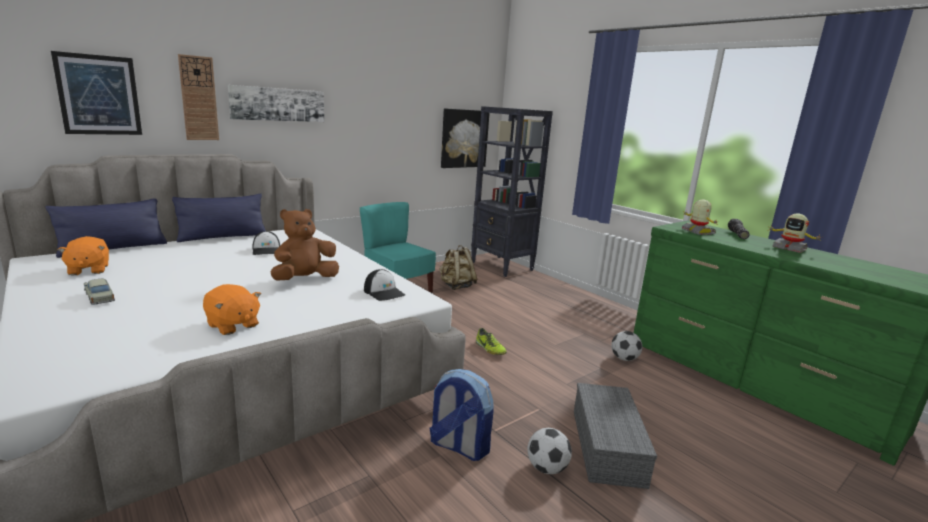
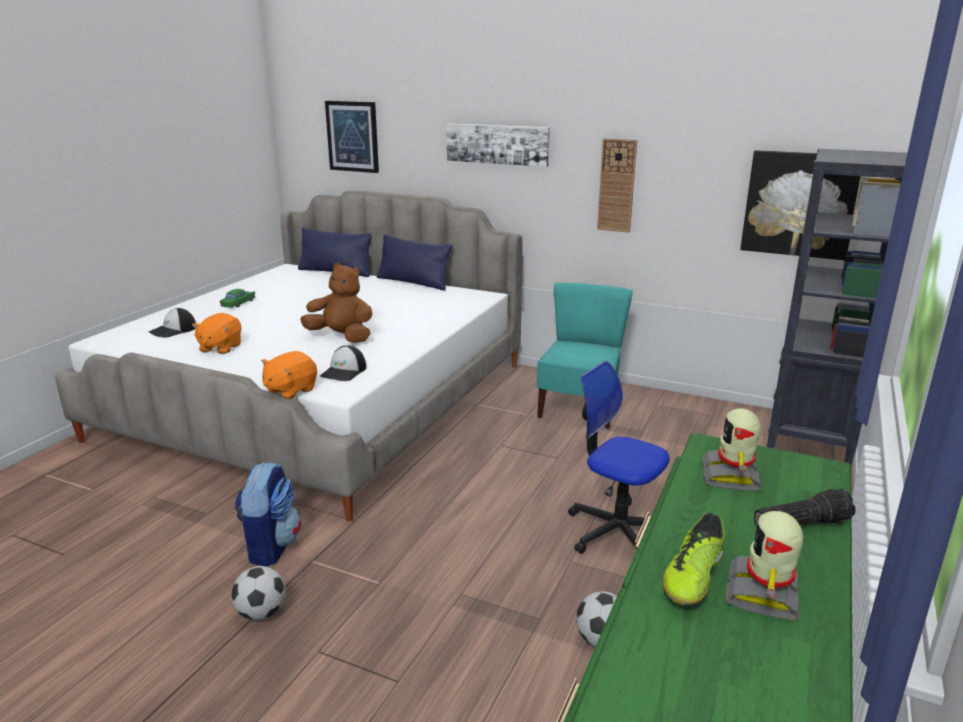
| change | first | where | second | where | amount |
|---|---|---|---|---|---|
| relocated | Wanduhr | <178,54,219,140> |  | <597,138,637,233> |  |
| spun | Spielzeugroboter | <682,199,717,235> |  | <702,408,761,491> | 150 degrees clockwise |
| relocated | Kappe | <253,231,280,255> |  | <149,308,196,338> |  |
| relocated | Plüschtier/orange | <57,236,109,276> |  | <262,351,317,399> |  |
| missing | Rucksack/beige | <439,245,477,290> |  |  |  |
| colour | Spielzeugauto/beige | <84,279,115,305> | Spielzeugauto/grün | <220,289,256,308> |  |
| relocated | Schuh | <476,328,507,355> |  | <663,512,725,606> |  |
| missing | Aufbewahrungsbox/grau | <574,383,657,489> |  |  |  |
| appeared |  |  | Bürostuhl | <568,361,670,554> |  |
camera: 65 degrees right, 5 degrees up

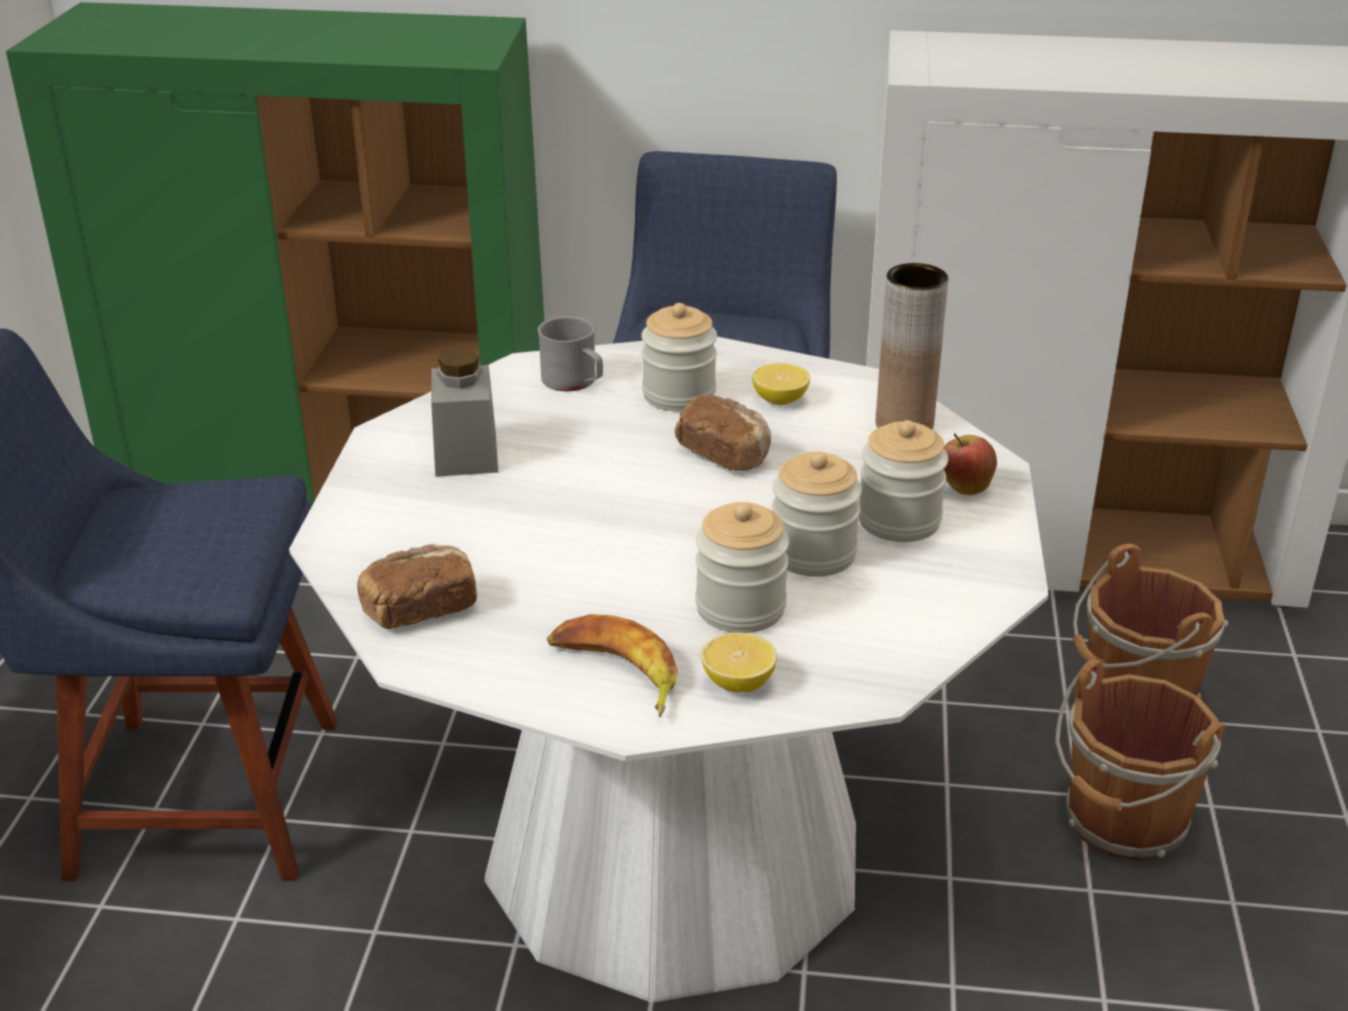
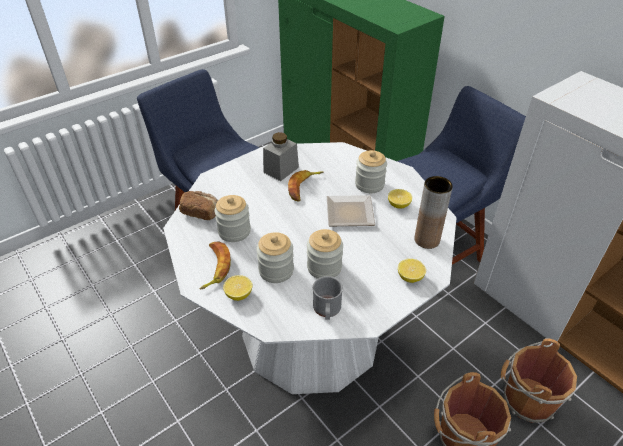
| change | first | where | second | where | amount |
|---|---|---|---|---|---|
| relocated | Henkelbecher/grau | <538,316,603,391> |  | <313,276,343,320> |  |
| exchanged | Brot | <675,395,771,471> | Teller | <327,195,375,226> |  |
| relocated | Vorratsglas | <859,420,949,542> |  | <214,195,251,242> |  |
| exchanged | Apfel | <944,433,997,495> | Zitrone | <398,259,426,283> |  |
| appeared |  |  | Banane | <288,170,323,202> |  |
camera: 45 degrees right, 10 degrees up

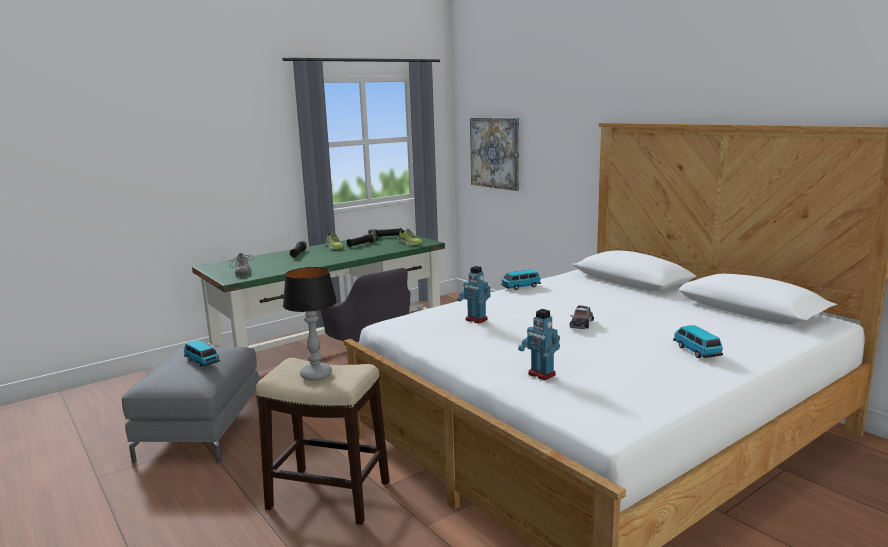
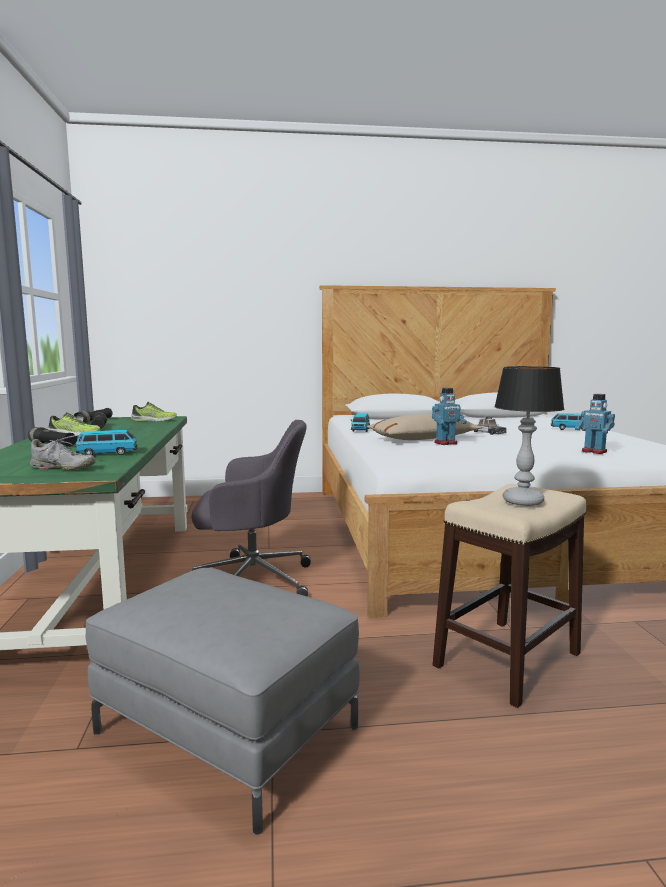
| change | first | where | second | where | amount |
|---|---|---|---|---|---|
| missing | Bild | <470,117,519,191> |  |  |  |
| spun | Spielzeugroboter | <518,309,560,380> |  | <575,394,615,454> | 60 degrees clockwise |
| relocated | Spielzeugauto | <184,340,220,367> |  | <76,430,137,455> |  |
| appeared |  |  | Kissen/beige | <367,414,482,440> |  |
camera: 60 degrees left, 5 degrees down

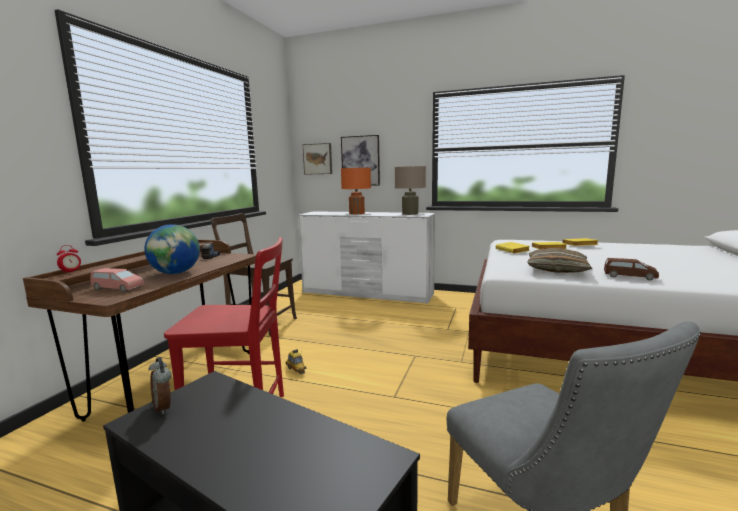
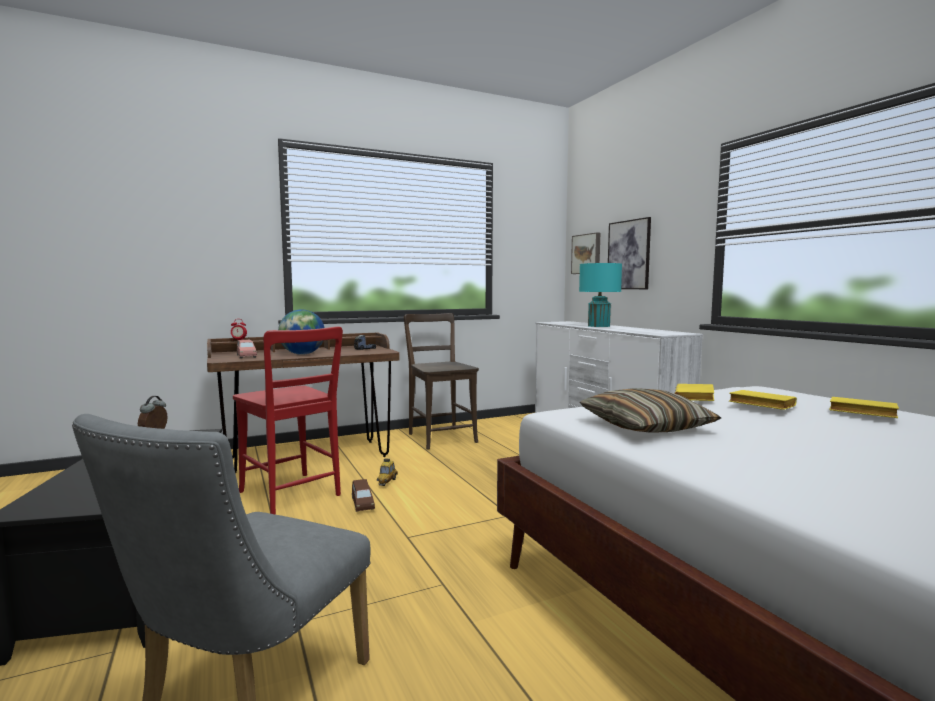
| change | first | where | second | where | amount |
|---|---|---|---|---|---|
| missing | Tischlampe/beige | <395,166,426,215> |  |  |  |
| colour | Tischlampe/orange | <341,168,371,214> | Tischlampe/türkis | <579,263,622,327> |  |
| relocated | Spielzeugauto/braun | <604,258,659,280> |  | <352,479,375,512> |  |
camera: 45 degrees right, 5 degrees down

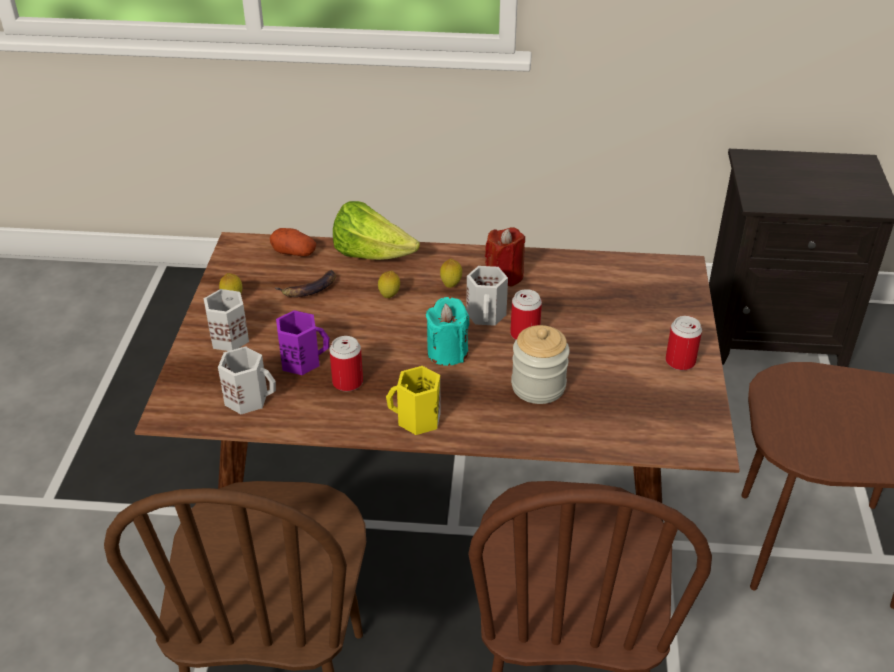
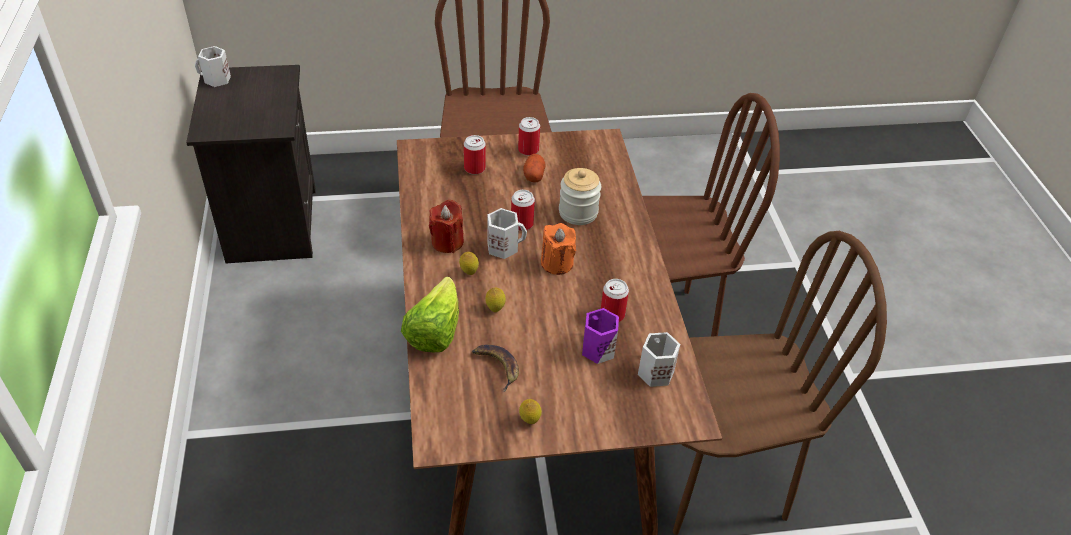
| change | first | where | second | where | amount |
|---|---|---|---|---|---|
| relocated | Kartoffel | <270,228,316,256> |  | <523,154,545,182> |  |
| relocated | Henkelbecher/weiß | <203,289,249,351> |  | <195,46,231,87> |  |
| colour | Kerze/türkis | <426,297,469,366> | Kerze/orange | <541,223,576,275> |  |
| missing | Henkelbecher/gelb | <386,366,441,435> |  |  |  |
| appeared |  |  | Dose | <464,135,486,175> |  |
camera: 105 degrees left, 5 degrees up

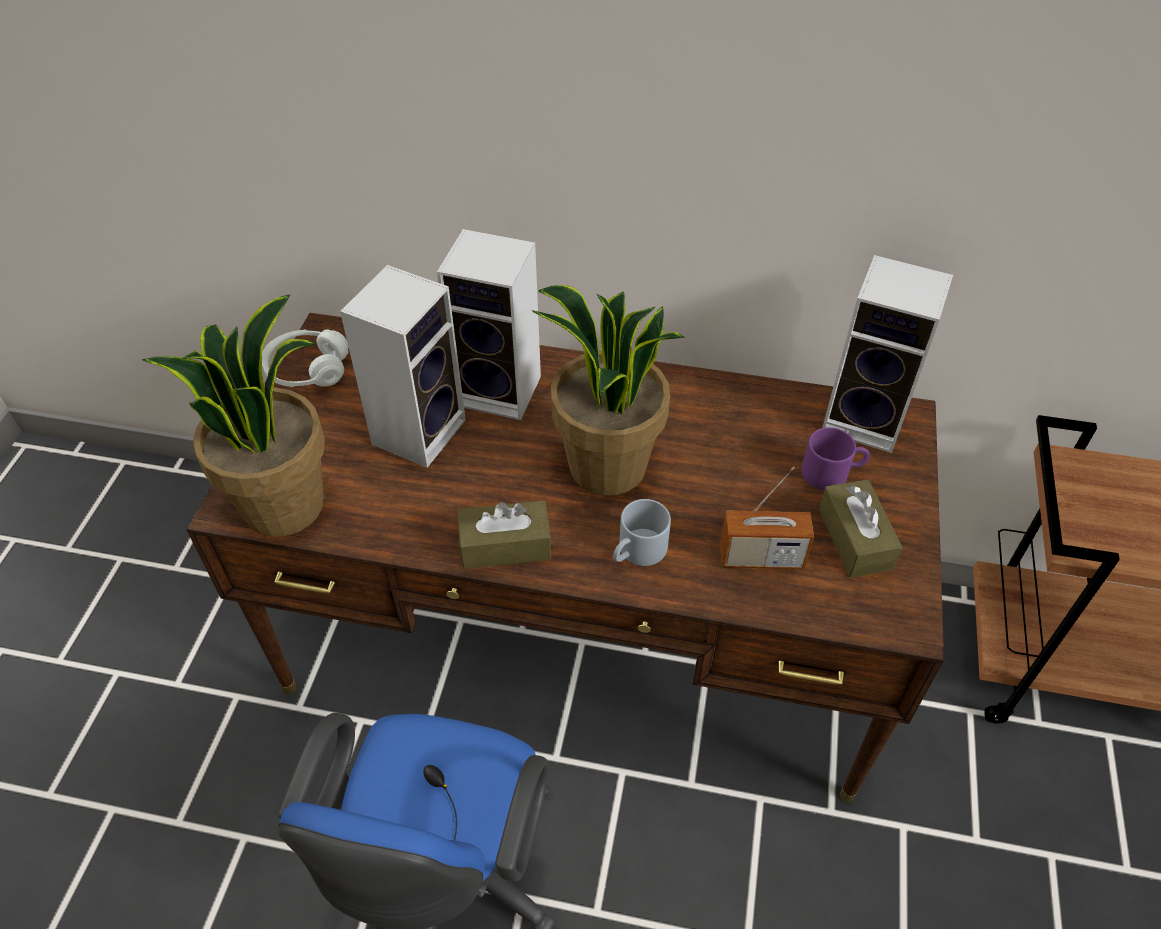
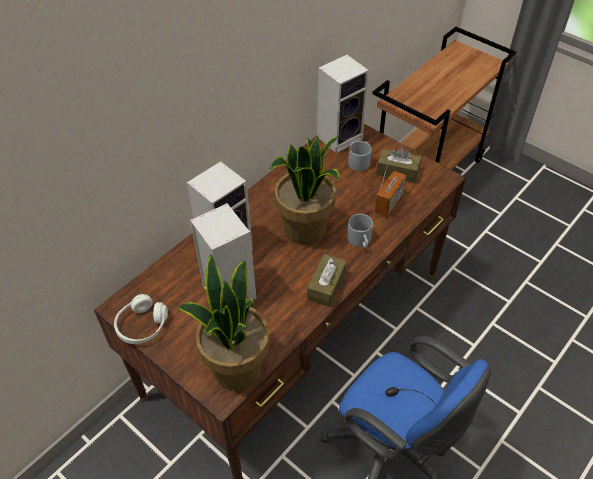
| change | first | where | second | where | amount |
|---|---|---|---|---|---|
| colour | Henkelbecher/lila | <801,427,870,490> | Henkelbecher/grau | <348,141,372,171> |  |
camera: 60 degrees left, 0 degrees up

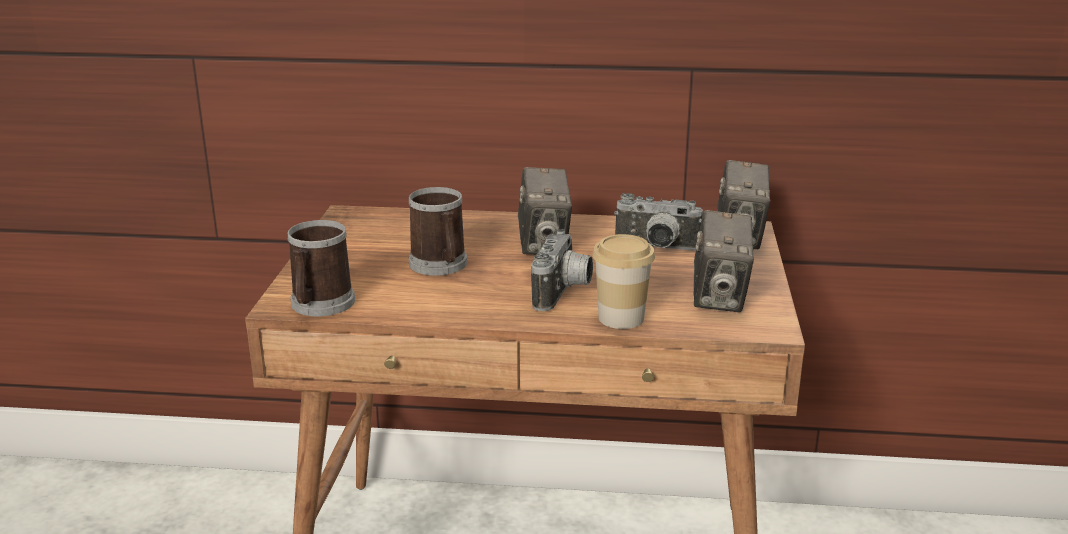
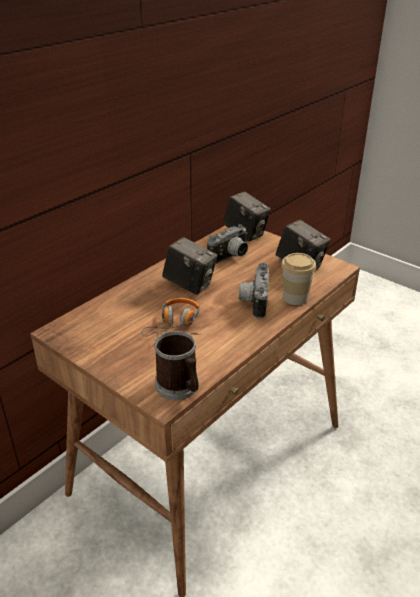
| change | first | where | second | where | amount |
|---|---|---|---|---|---|
| exchanged | Henkelbecher | <409,187,467,276> | Kopfhörer | <141,298,201,338> |  |
| spun | Kamera | <531,229,593,311> |  | <238,263,269,318> | 135 degrees counterclockwise |
camera: 55 degrees left, 10 degrees up

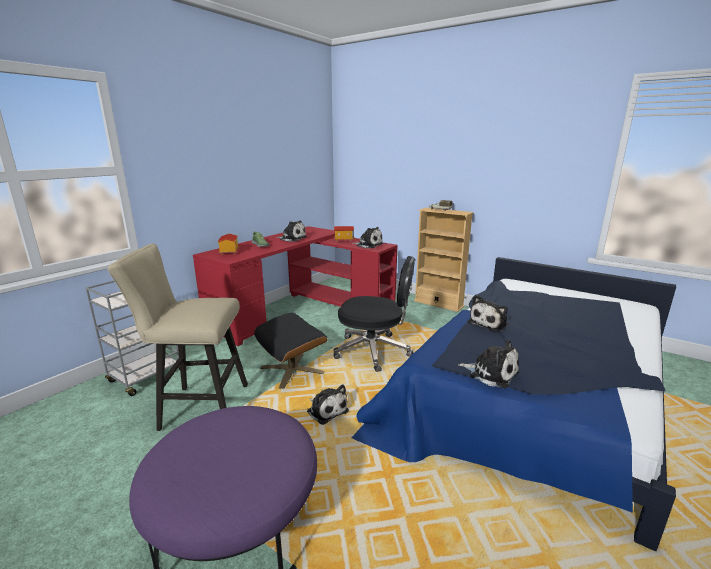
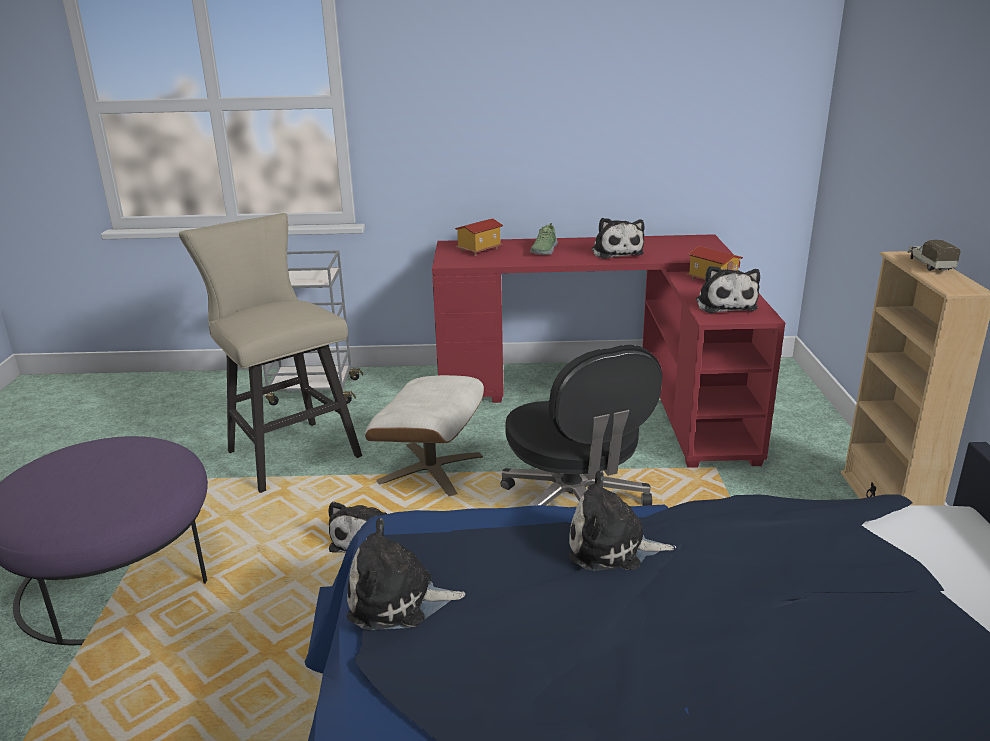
| change | first | where | second | where | amount |
|---|---|---|---|---|---|
| colour | Polsterhocker/schwarz | <254,313,327,389> | Polsterhocker/beige | <365,375,484,496> |  |
| spun | Plüschtier | <458,340,519,388> |  | <347,518,465,630> | 90 degrees clockwise |
camera: 55 degrees right, 5 degrees up

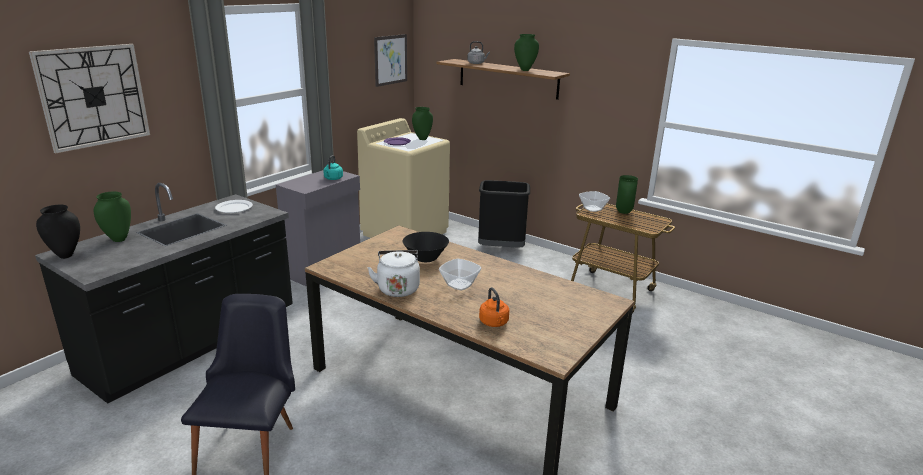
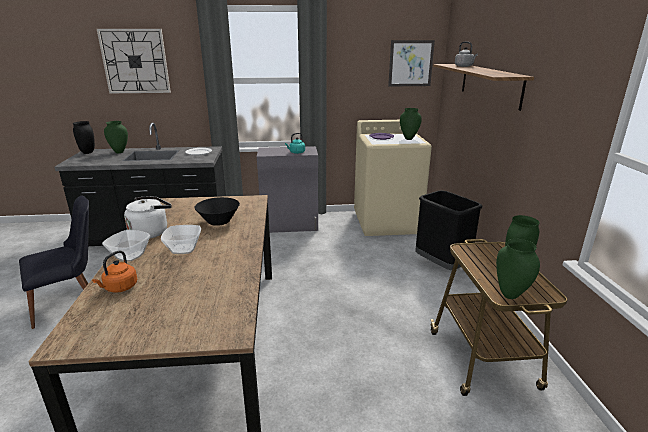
| change | first | where | second | where | amount |
|---|---|---|---|---|---|
| relocated | Vase/grün | <514,34,539,71> |  | <496,239,540,299> |  |
| relocated | Schüssel | <579,191,610,212> |  | <102,230,150,262> |  |
camera: 50 degrees right, 0 degrees up

